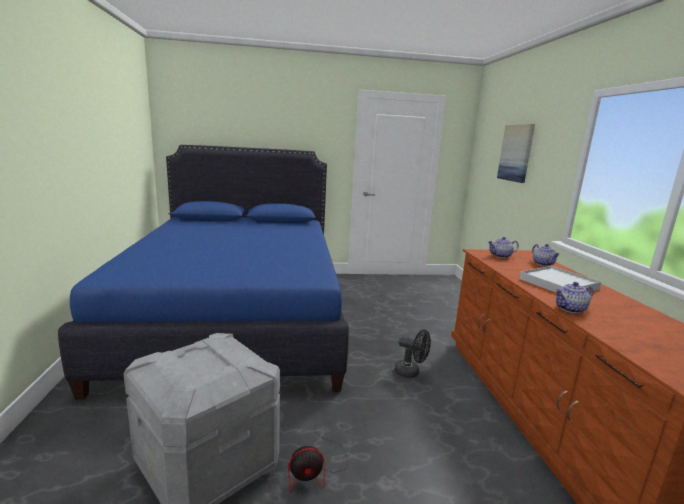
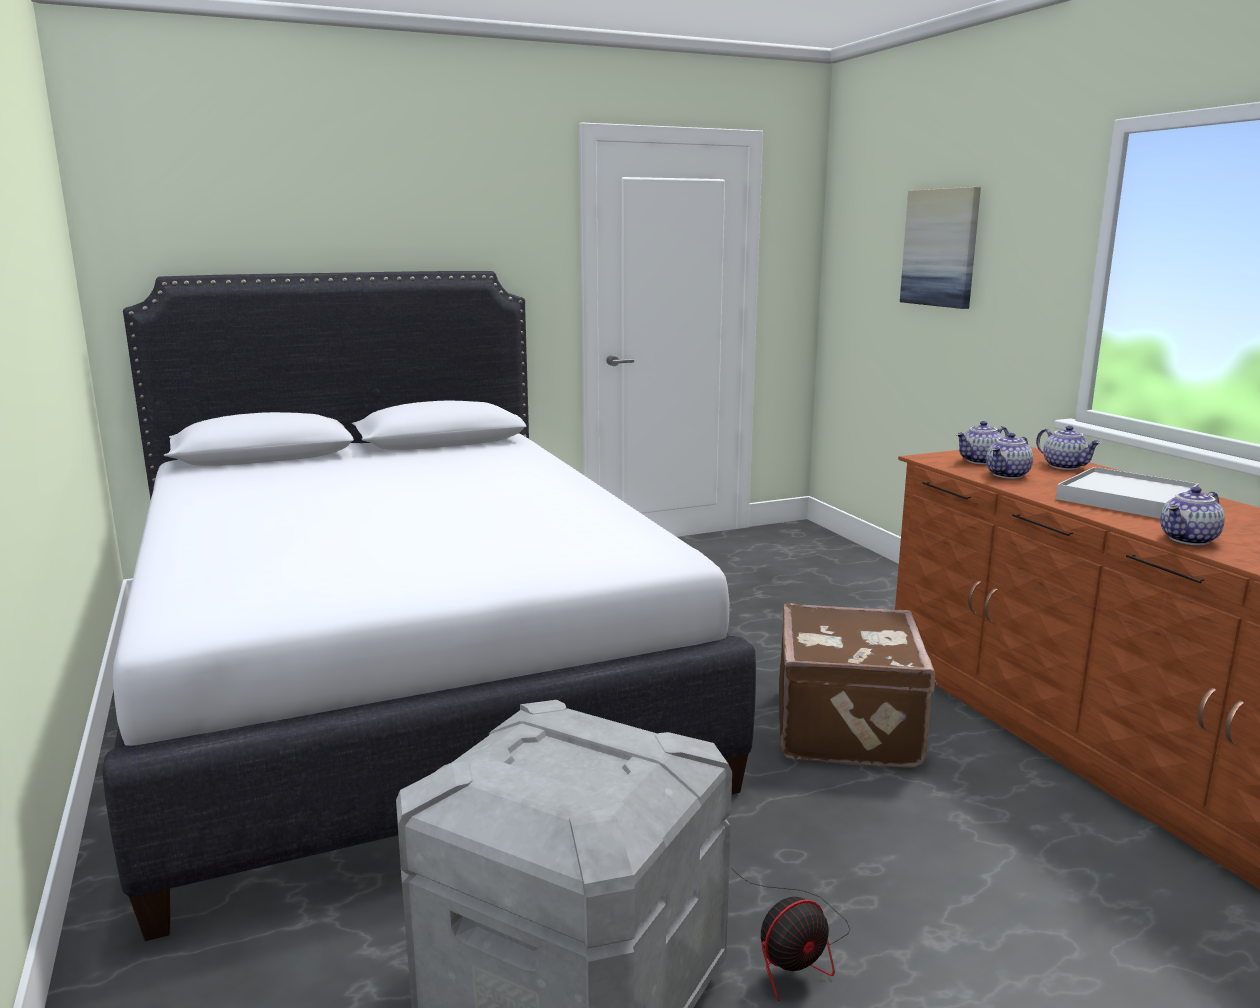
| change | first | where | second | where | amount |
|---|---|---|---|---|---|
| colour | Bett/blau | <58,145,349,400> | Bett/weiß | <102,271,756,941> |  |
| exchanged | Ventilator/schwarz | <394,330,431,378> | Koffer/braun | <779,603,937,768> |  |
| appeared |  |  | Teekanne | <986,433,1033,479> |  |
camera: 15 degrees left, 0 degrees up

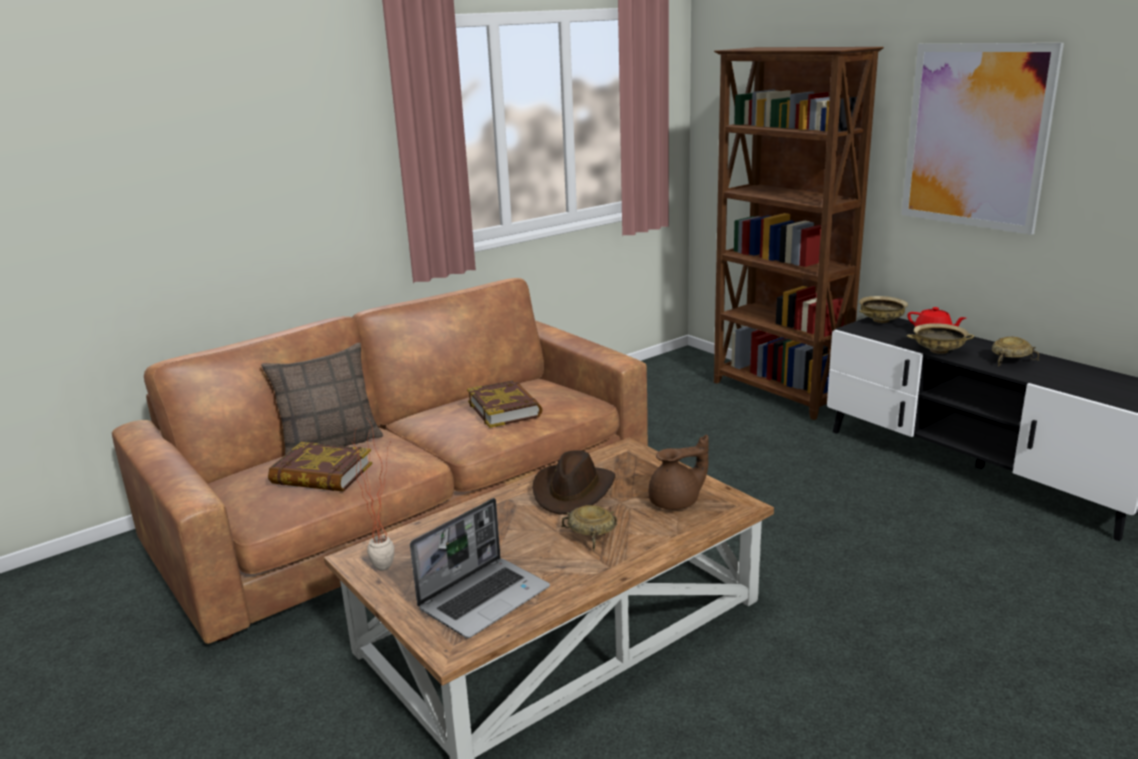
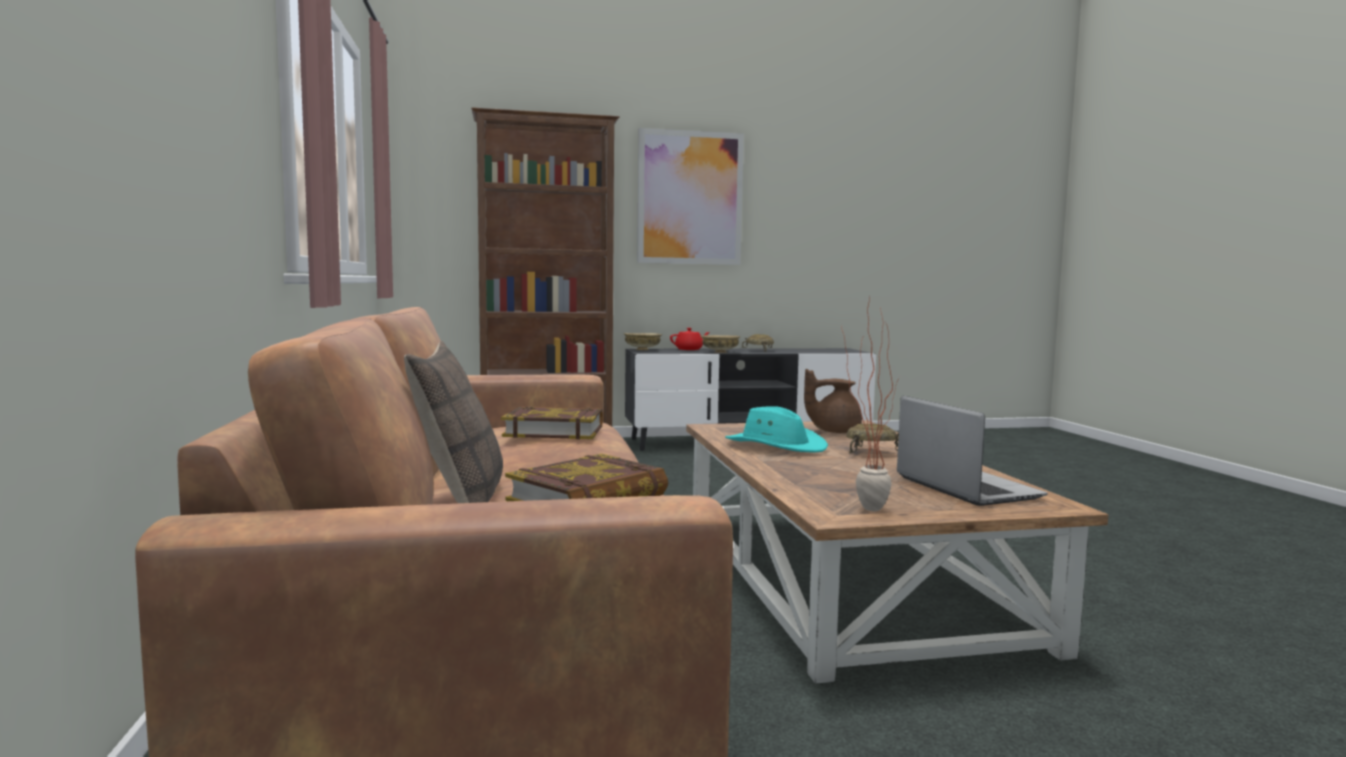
| change | first | where | second | where | amount |
|---|---|---|---|---|---|
| spun | Teekanne/braun | <648,435,709,510> |  | <804,369,862,433> | 105 degrees counterclockwise |
| colour | Hut/braun | <532,450,615,514> | Hut/türkis | <725,406,828,452> |  |
camera: 65 degrees left, 15 degrees down

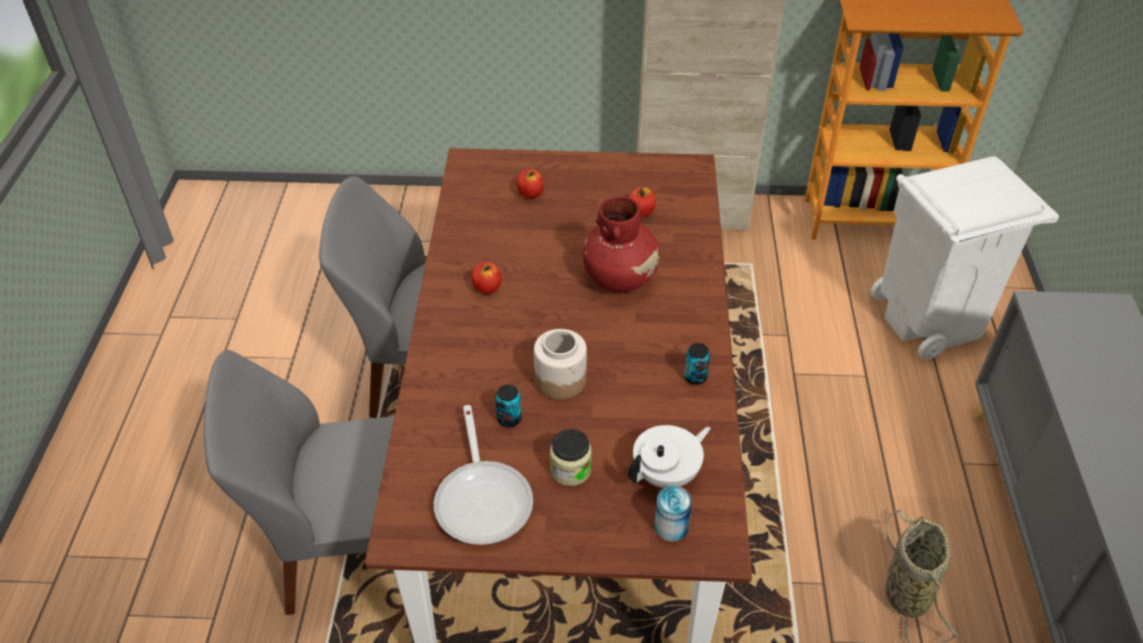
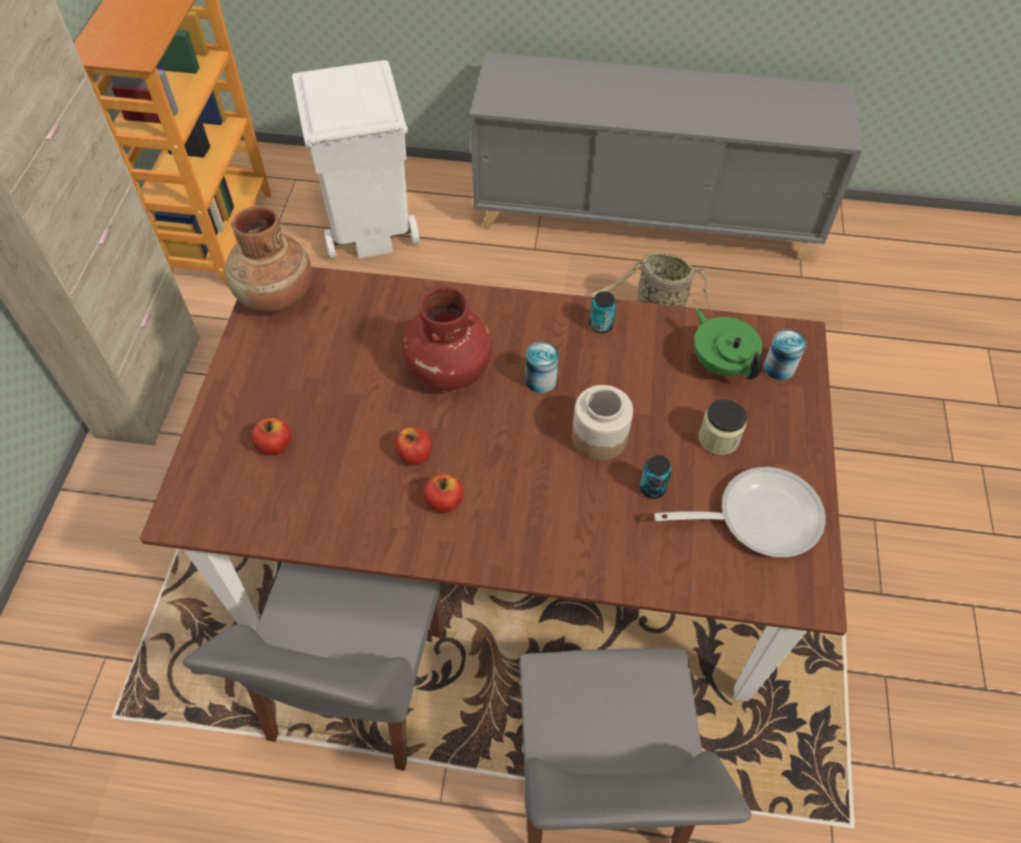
| change | first | where | second | where | amount |
|---|---|---|---|---|---|
| relocated | Apfel | <628,187,656,218> |  | <395,426,432,465> |  |
| colour | Teekanne/weiß | <628,425,711,488> | Teekanne/grün | <694,308,762,380> |  |
| appeared |  |  | Vase/braun | <225,206,311,312> |  |
| appeared |  |  | Dose | <525,342,559,393> |  |
camera: 85 degrees left, 10 degrees up

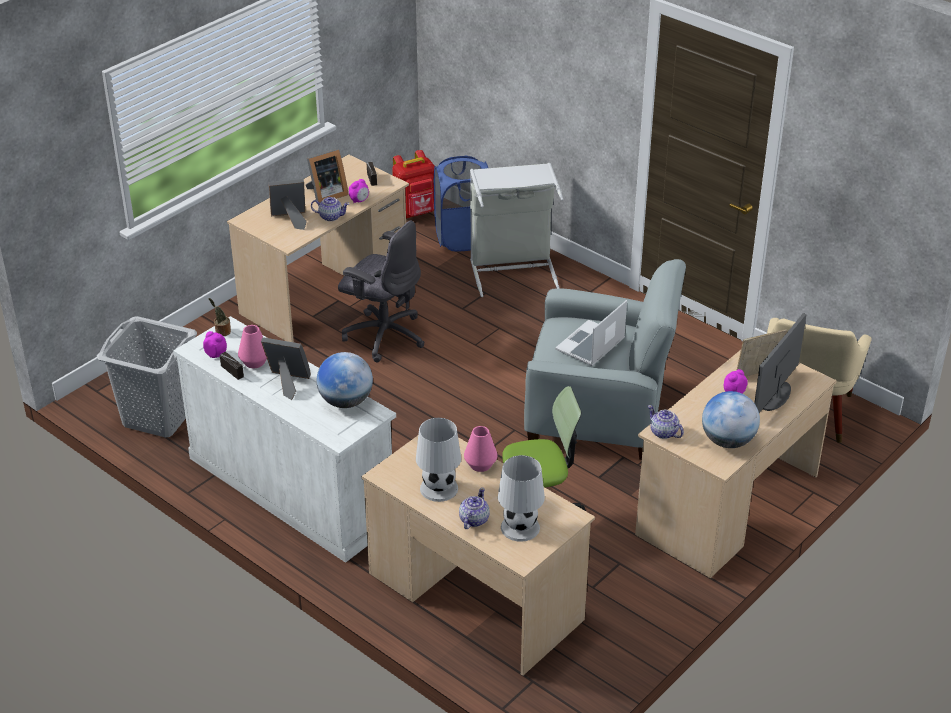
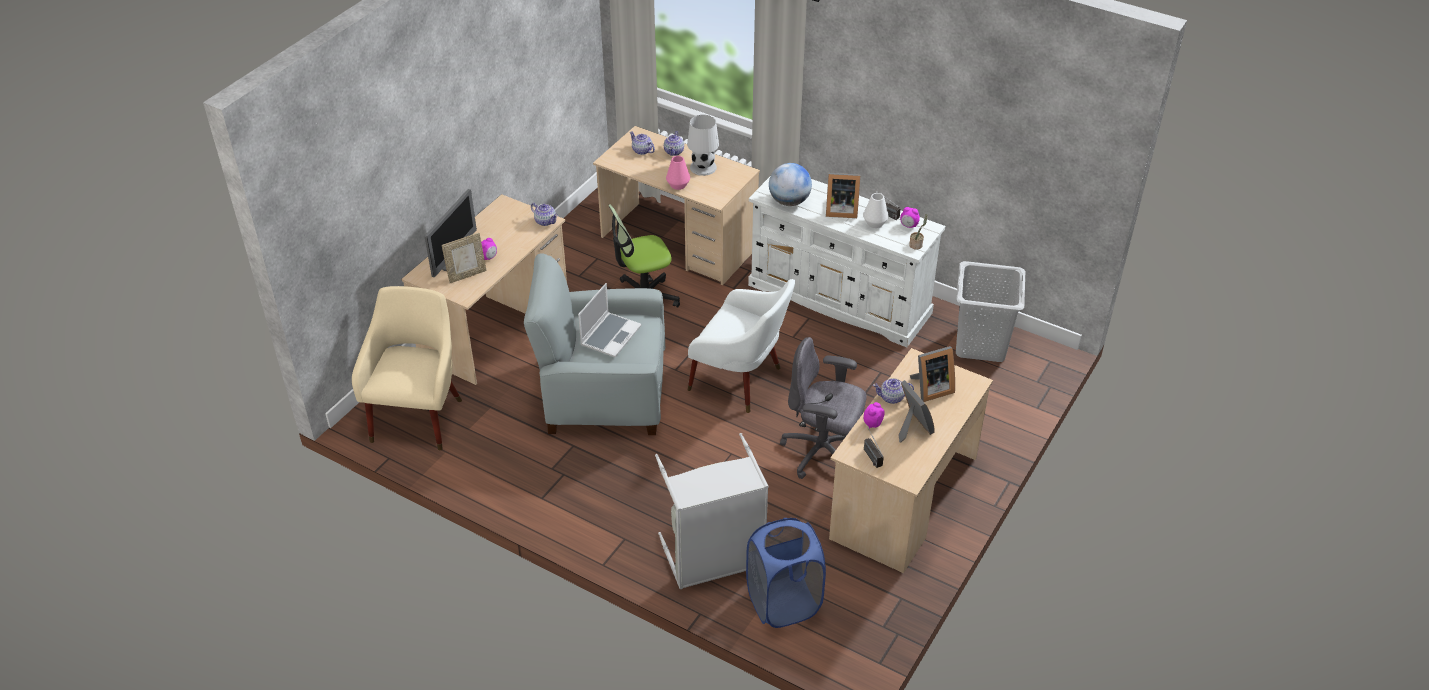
| change | first | where | second | where | amount |
|---|---|---|---|---|---|
| spun | Bilderrahmen | <305,149,349,204> |  | <899,380,935,443> | 105 degrees clockwise |
| missing | Rucksack/rot | <392,150,435,218> |  |  |  |
| colour | Vase/rosa | <238,325,267,368> | Vase/weiß | <863,193,889,228> |  |
| missing | Globus | <702,391,760,448> |  |  |  |
| exchanged | Tischlampe/weiß | <498,455,545,542> | Teekanne | <630,132,655,155> |  |
| appeared |  |  | Sessel/weiß | <688,279,795,413> |  |
camera: 170 degrees right, 5 degrees up

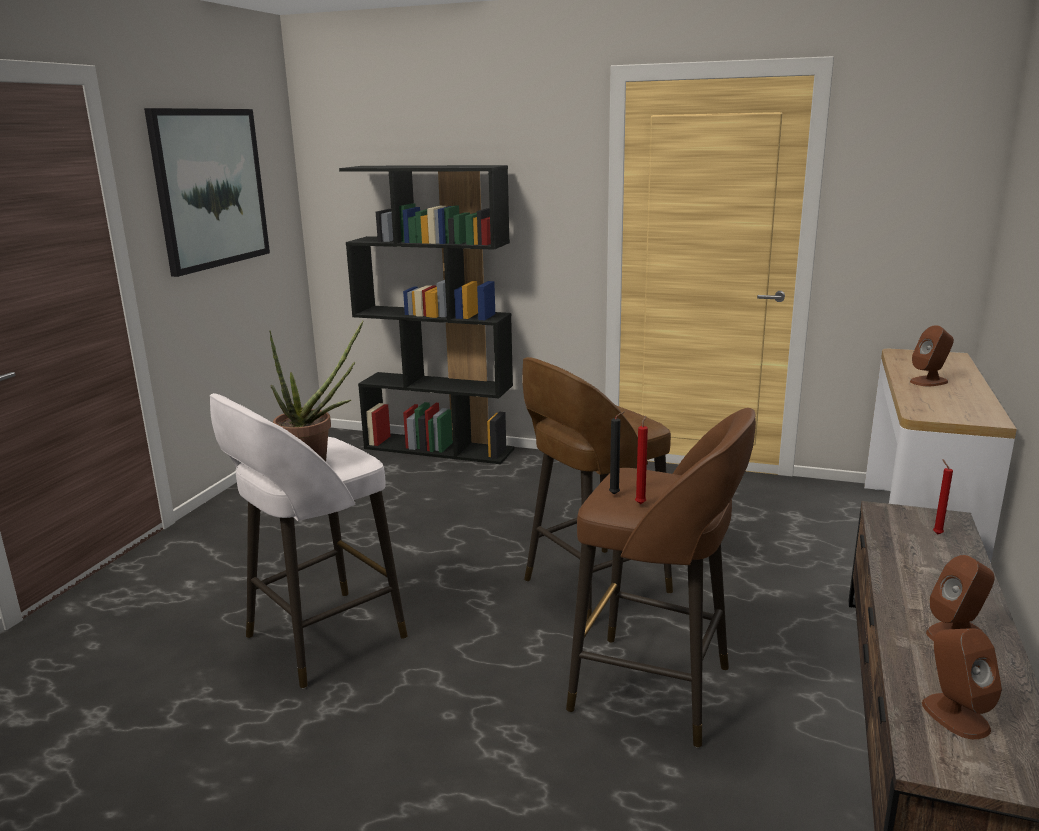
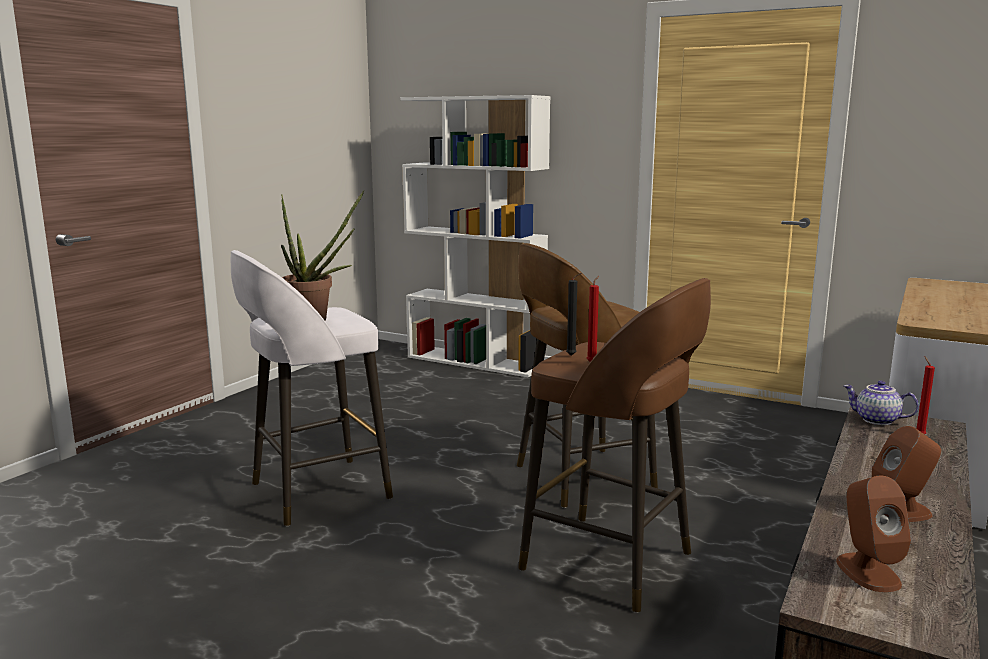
| change | first | where | second | where | amount |
|---|---|---|---|---|---|
| missing | Bild | <144,108,270,277> |  |  |  |
| colour | Bücherregal/schwarz | <339,165,515,464> | Bücherregal/weiß | <400,95,550,378> |  |
| missing | Lautsprecher/braun | <910,325,954,386> |  |  |  |
| appeared |  |  | Teekanne | <843,381,919,425> |  |
camera: 10 degrees right, 5 degrees down

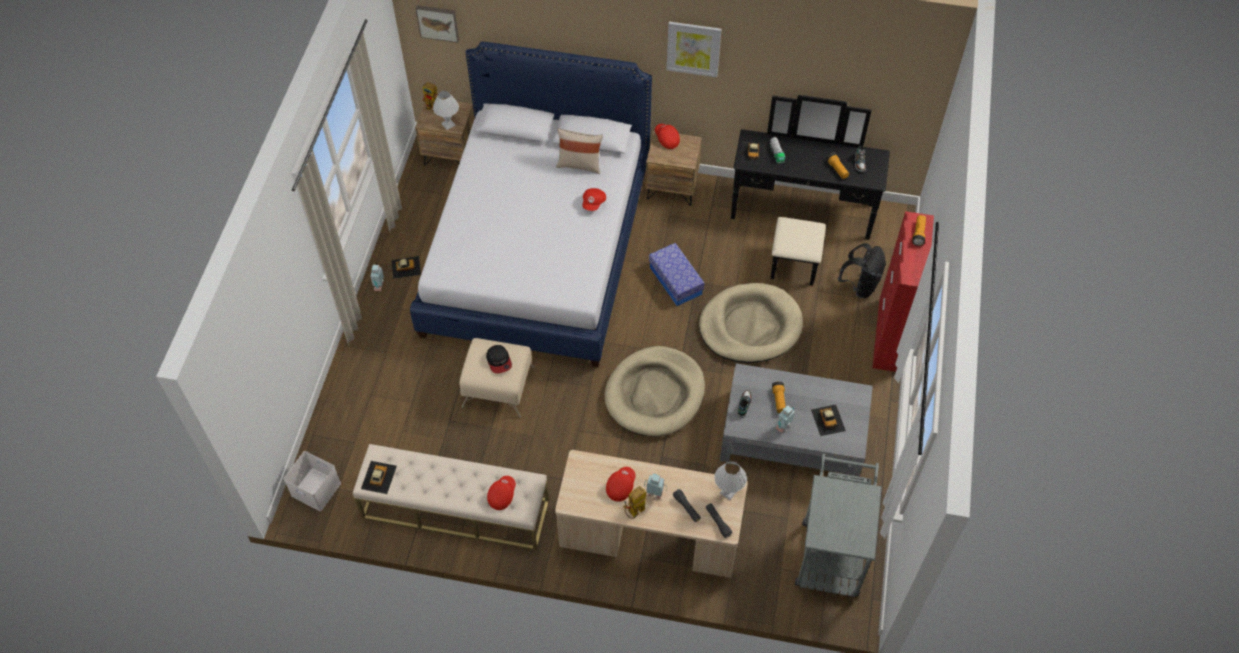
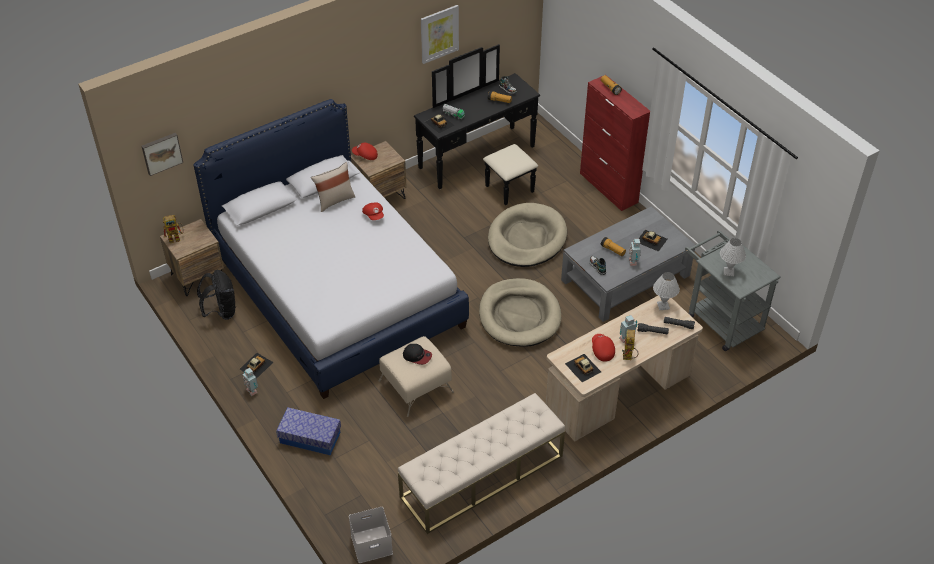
| change | first | where | second | where | amount |
|---|---|---|---|---|---|
| relocated | Bild | <667,22,721,77> |  | <421,5,459,64> |  |
| relocated | Tischlampe/weiß | <433,91,459,130> |  | <720,238,746,276> |  |
| relocated | Aufbewahrungsbox | <649,243,705,306> |  | <276,408,341,455> |  |
| relocated | Rucksack/schwarz | <838,243,886,298> |  | <197,270,236,320> |  |
| relocated | Spielzeugauto | <361,461,397,494> |  | <565,354,601,382> |  |
| missing | Kappe/rot | <487,476,516,510> |  |  |  |
camera: 45 degrees left, 10 degrees down

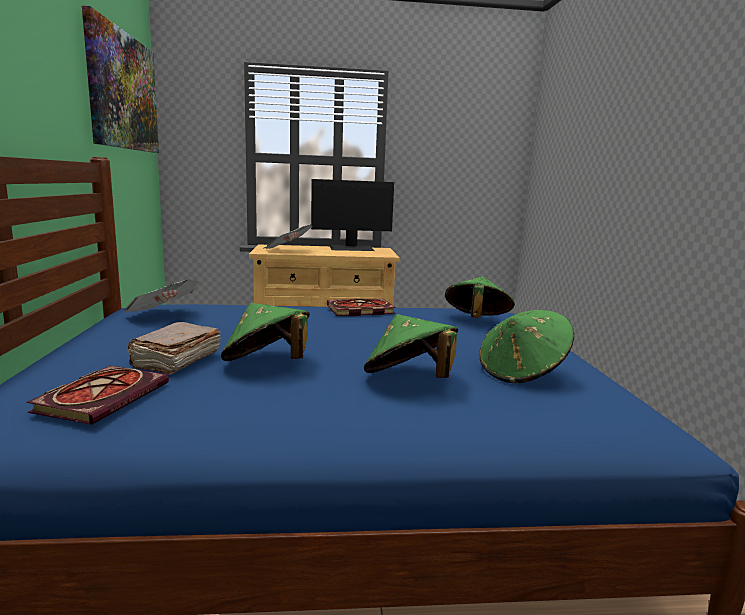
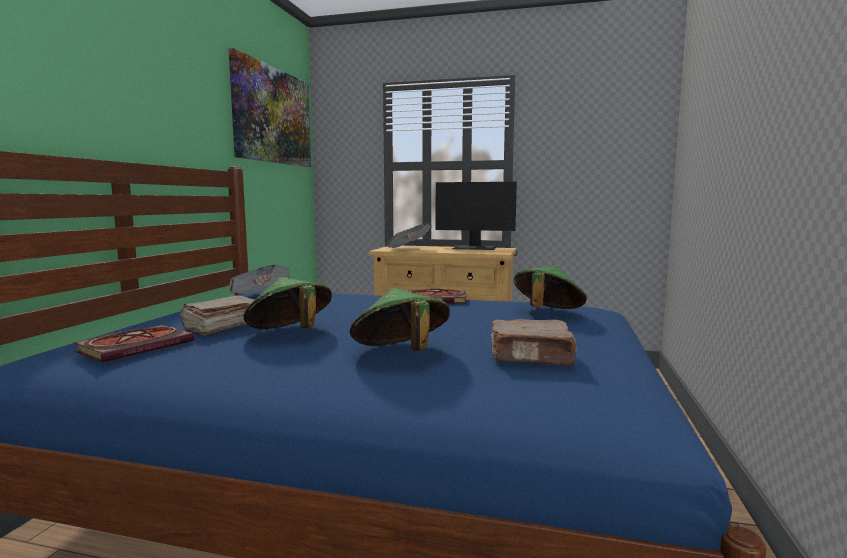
| change | first | where | second | where | amount |
|---|---|---|---|---|---|
| exchanged | Hut/grün | <480,310,574,384> | Buch/braun | <491,319,578,366> |  |
camera: 20 degrees right, 5 degrees down

